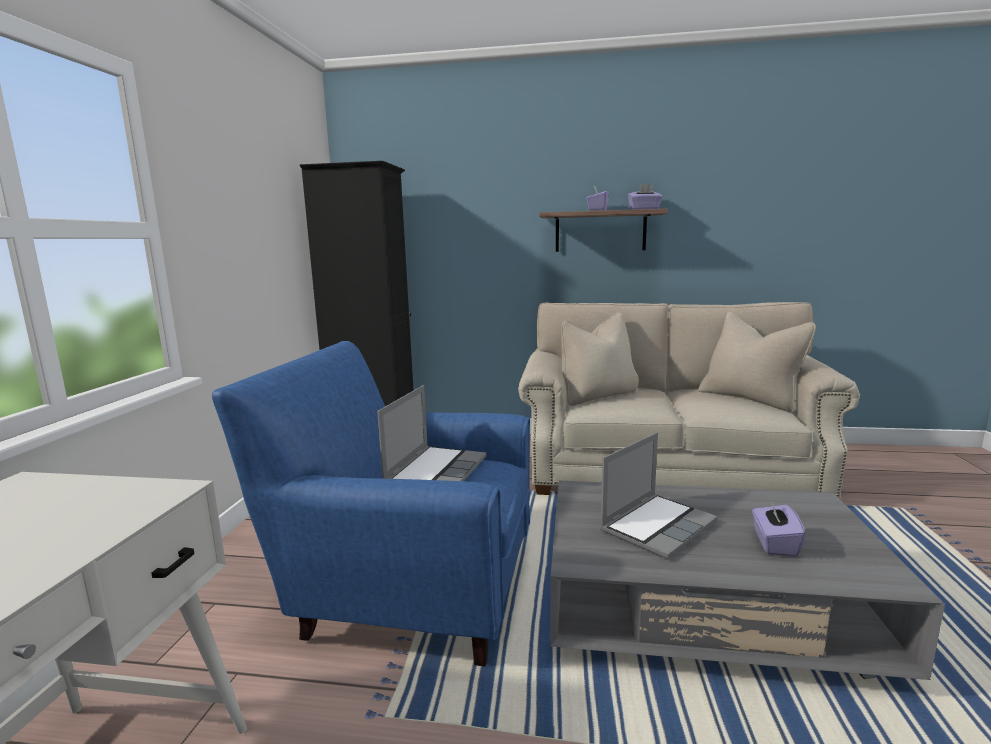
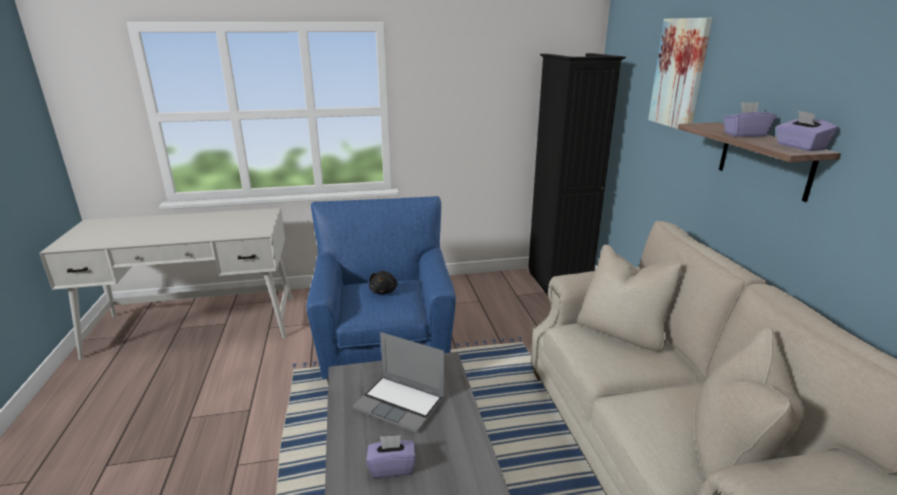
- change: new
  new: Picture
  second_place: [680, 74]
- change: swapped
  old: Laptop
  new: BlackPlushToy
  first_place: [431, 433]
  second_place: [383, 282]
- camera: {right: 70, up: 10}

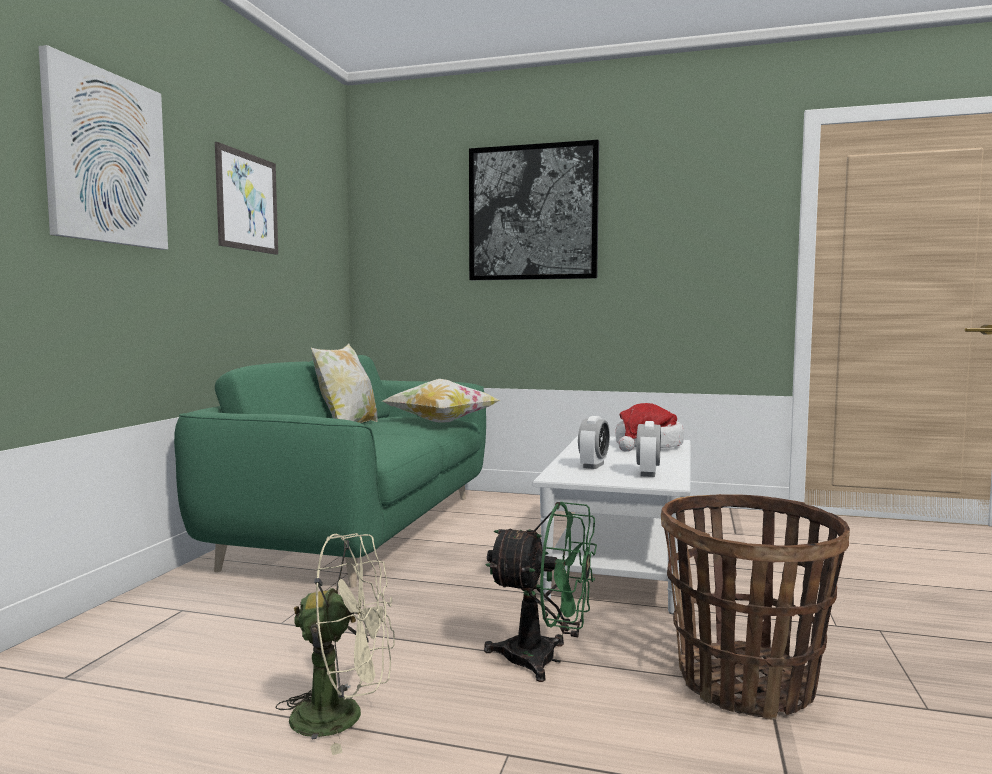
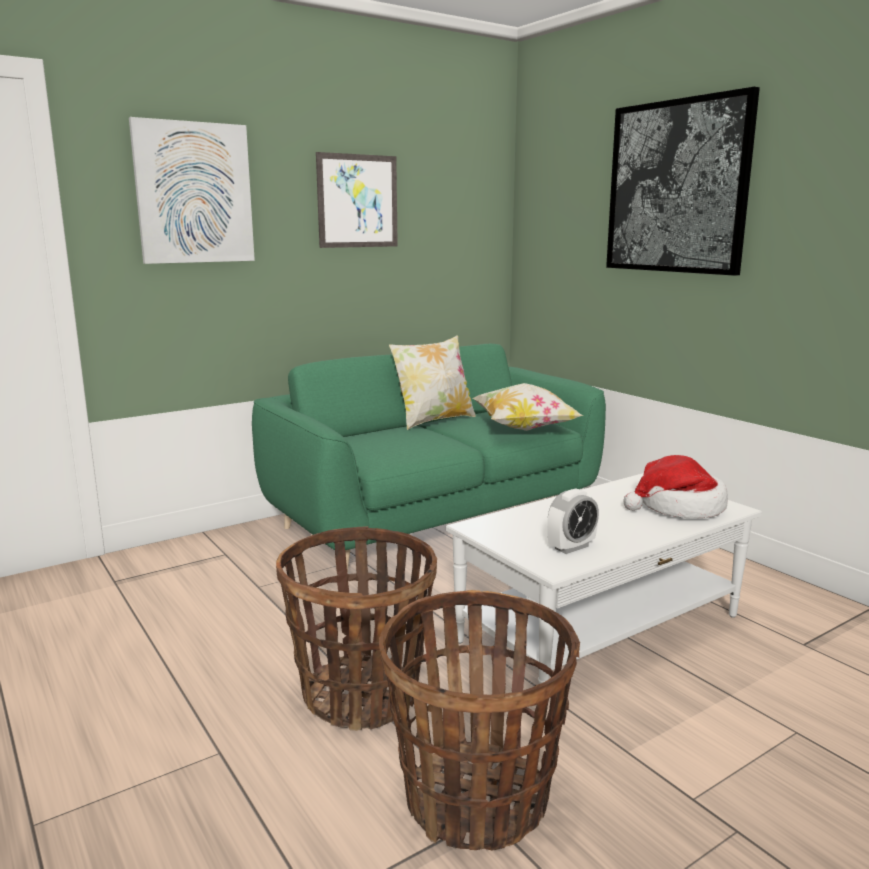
- change: gone
  old: BeigeFan
  first_place: [335, 644]
- change: gone
  old: AlarmClock
  first_place: [594, 442]
- change: swapped
  old: GreenFan
  new: Basket
  first_place: [540, 592]
  second_place: [356, 628]
- camera: {right: 40, up: 10}

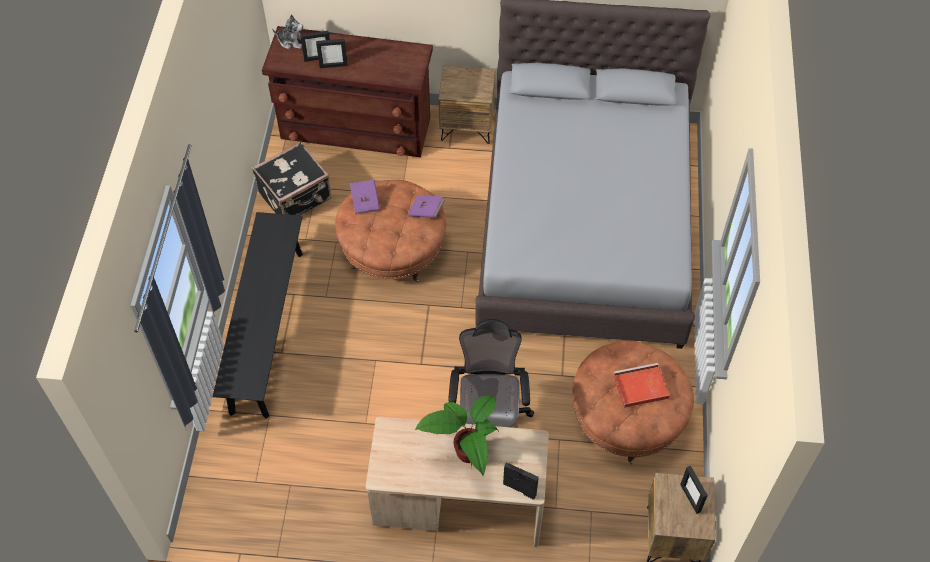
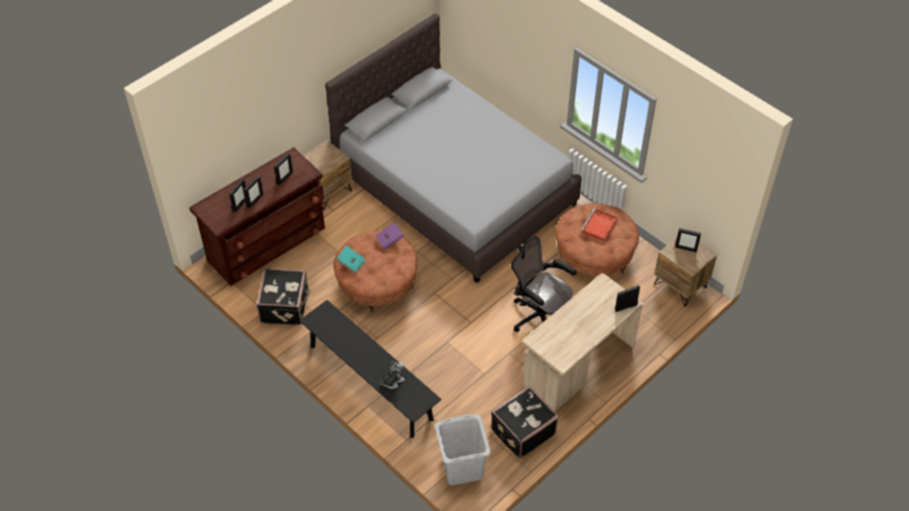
- change: gone
  old: PottedPlant
  first_place: [457, 435]
- change: new
  new: PictureFrame
  second_place: [283, 169]
- change: new
  new: GreyLaundryBasket
  second_place: [463, 449]
- change: new
  new: BlackSuitcase
  second_place: [525, 422]
- change: shifted
  old: PlushToy
  first_place: [287, 32]
  second_place: [392, 375]
- change: repainted
  old: PurpleBook
  new: TurquoiseBook
  first_place: [365, 197]
  second_place: [351, 259]
- camera: {right: -50, up: -5}

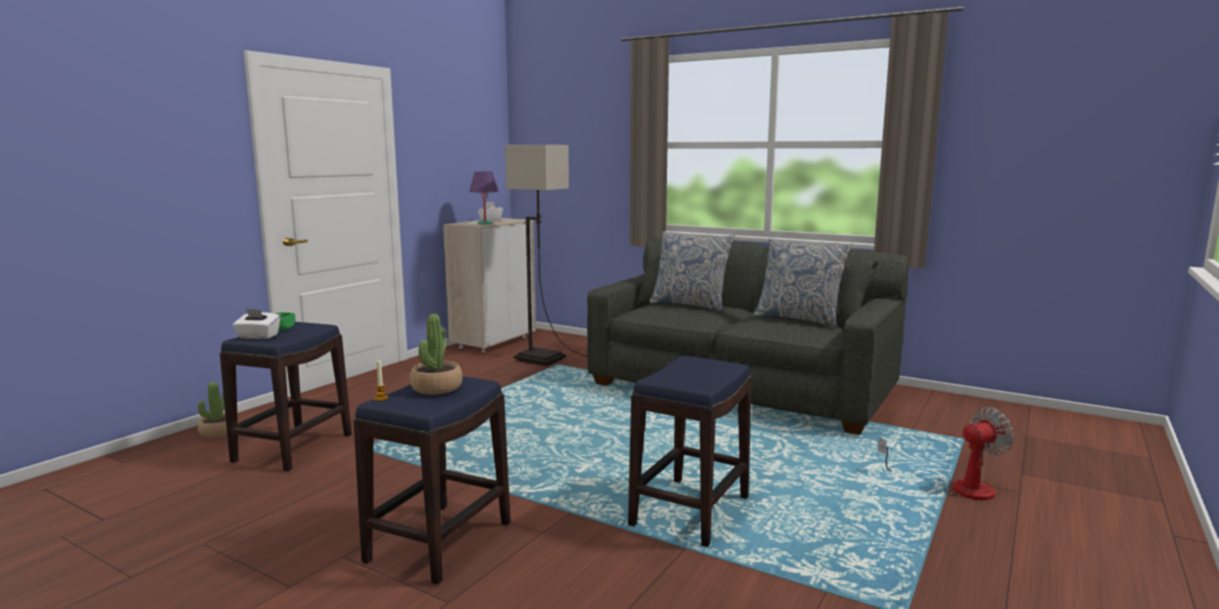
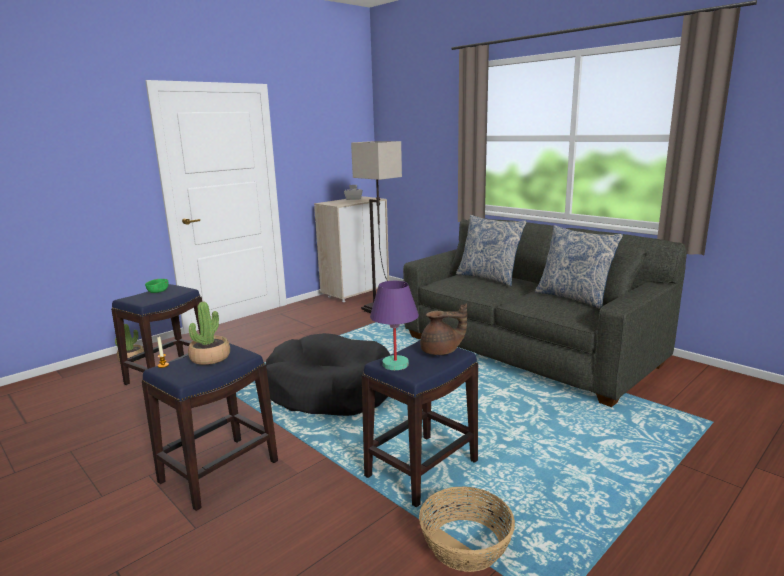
- change: gone
  old: WhiteTissueBox
  first_place: [256, 323]
- change: gone
  old: Fan
  first_place: [946, 453]
- change: new
  new: BlackDogBed
  second_place: [328, 374]
- change: new
  new: Basket
  second_place: [467, 529]
- change: new
  new: BrownTeapot
  second_place: [443, 329]
- change: shifted
  old: PurpleTableLamp
  first_place: [484, 198]
  second_place: [394, 325]
- camera: {right: 15, up: 5}

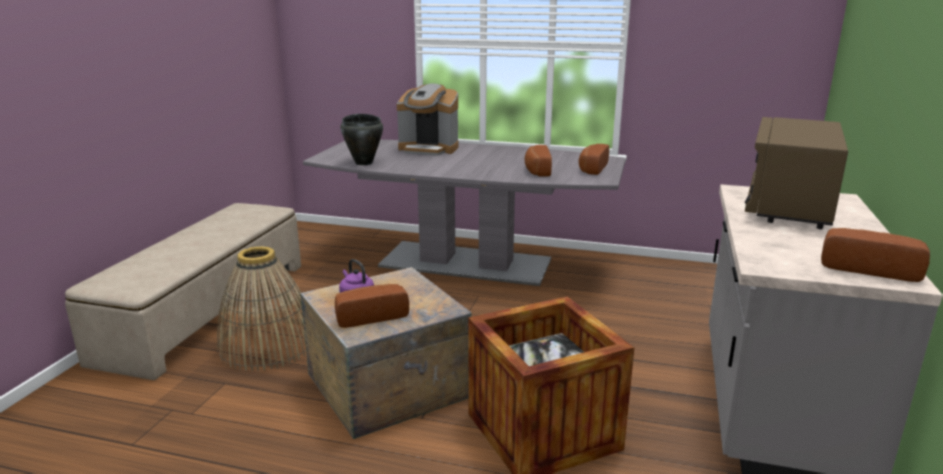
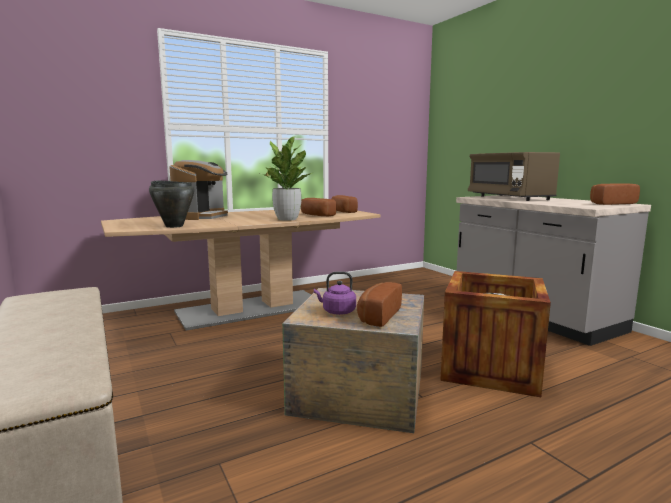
- change: gone
  old: Basket
  first_place: [261, 308]
- change: new
  new: PottedPlant
  second_place: [286, 179]
- change: repainted
  old: GreyDiningTable
  new: BrownDiningTable
  first_place: [464, 213]
  second_place: [240, 270]
- change: rotated
  old: CoffeeMachine
  first_place: [427, 120]
  second_place: [198, 190]
  degrees: -45
- camera: {right: -45, up: -10}

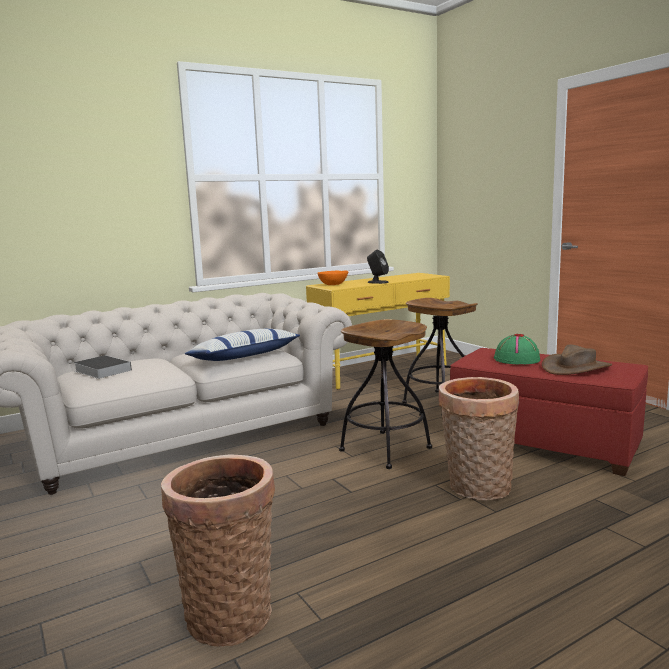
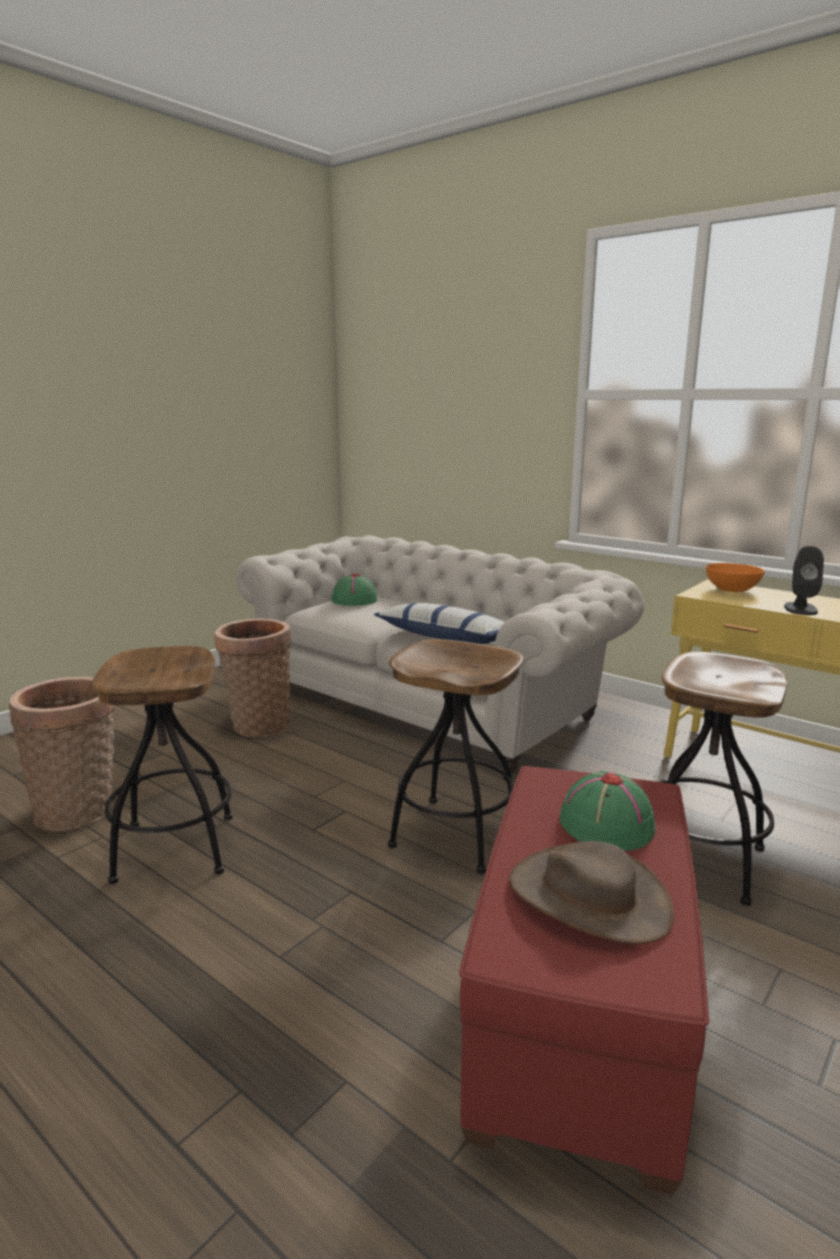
- change: new
  new: BrownStool
  second_place: [162, 765]
- change: shifted
  old: Basket
  first_place: [479, 438]
  second_place: [253, 677]
- change: swapped
  old: Book
  new: GreenHat
  first_place: [103, 367]
  second_place: [354, 590]
- camera: {right: 70, up: 5}

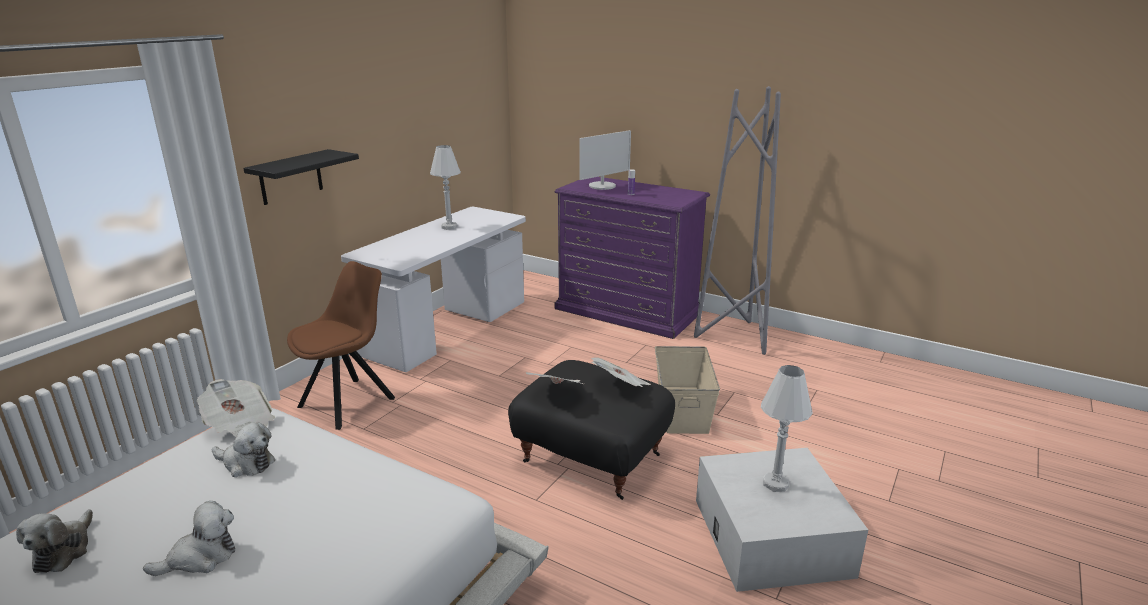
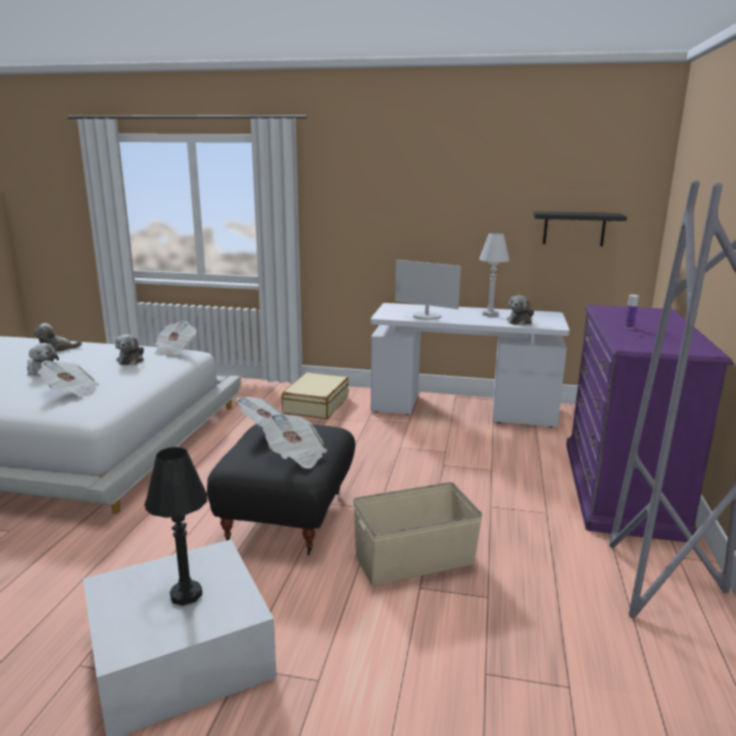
- change: new
  new: Newspaper
  second_place: [68, 379]
- change: new
  new: PlushToy
  second_place: [520, 310]
- change: shifted
  old: BlackShelf
  first_place: [301, 177]
  second_place: [580, 228]
- change: shifted
  old: Monitor
  first_place: [605, 160]
  second_place: [428, 290]
- change: swapped
  old: BrownChair
  new: BeigeSuitcase
  first_place: [341, 345]
  second_place: [315, 395]
- change: repainted
  old: WhiteTableLamp
  new: BlackTableLamp
  first_place: [787, 428]
  second_place: [175, 526]
- camera: {right: 70, up: -5}

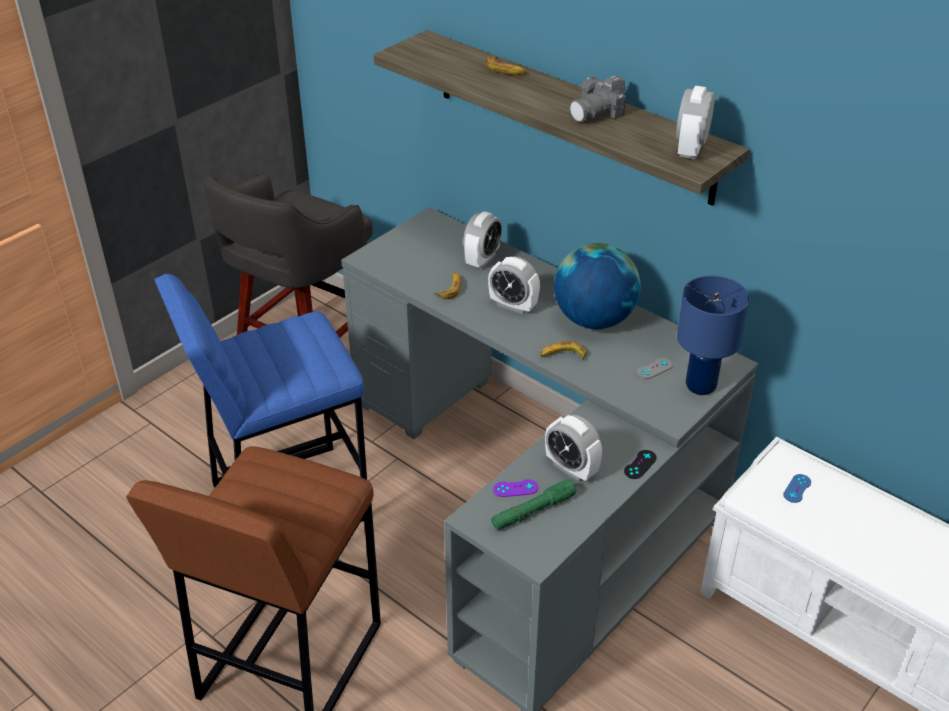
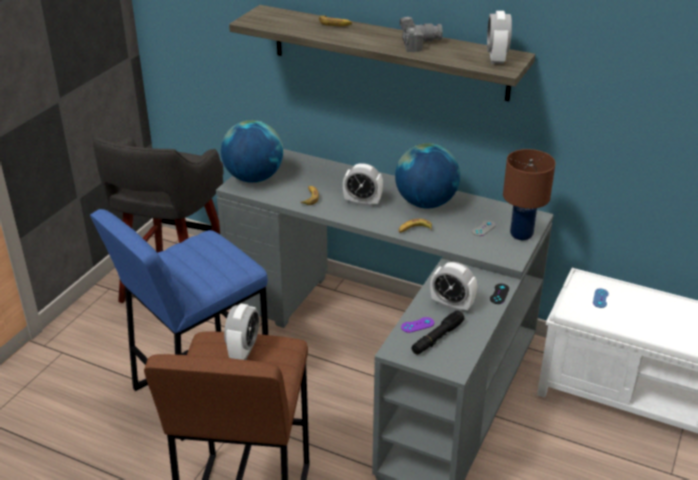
- change: new
  new: Globe
  second_place: [252, 151]
- change: shifted
  old: AlarmClock
  first_place: [482, 240]
  second_place: [241, 332]
- change: repainted
  old: GreenFlashlight
  new: BlackFlashlight
  first_place: [533, 504]
  second_place: [438, 332]
- change: repainted
  old: BlueTableLamp
  new: BrownTableLamp
  first_place: [713, 335]
  second_place: [529, 195]
- change: rotated
  old: PhotoCamera
  first_place: [598, 99]
  second_place: [421, 34]
  degrees: -135
- camera: {right: -15, up: -5}

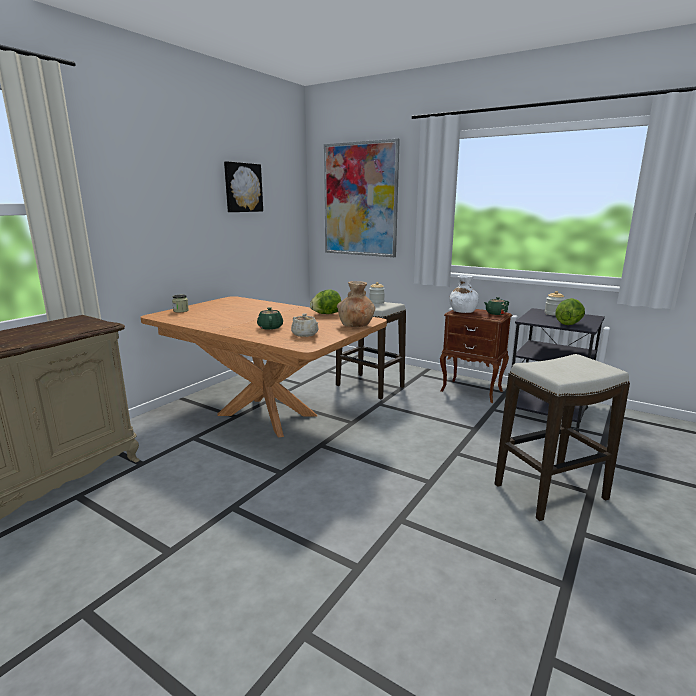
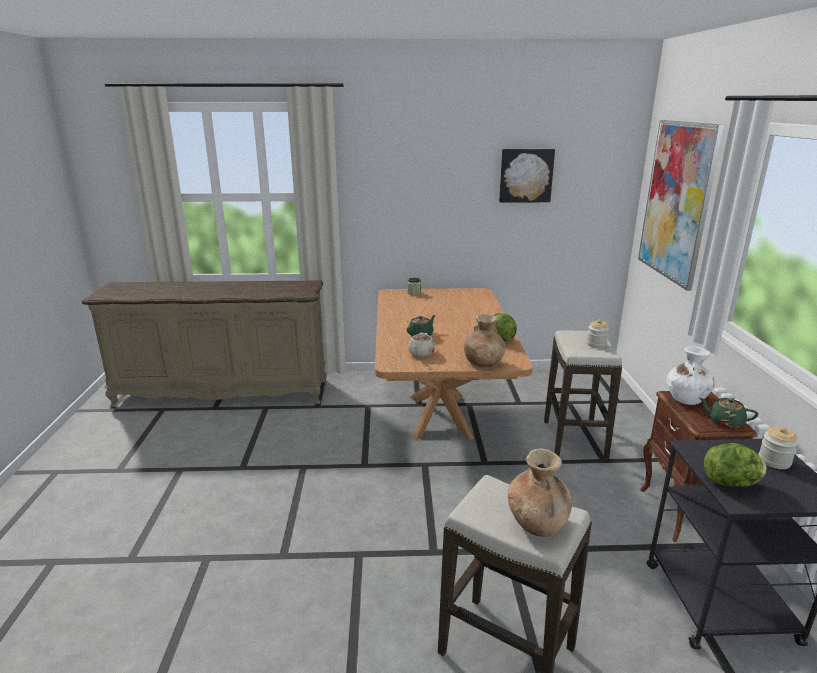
- change: new
  new: BrownVase
  second_place: [540, 493]
- camera: {right: 55, up: 5}

